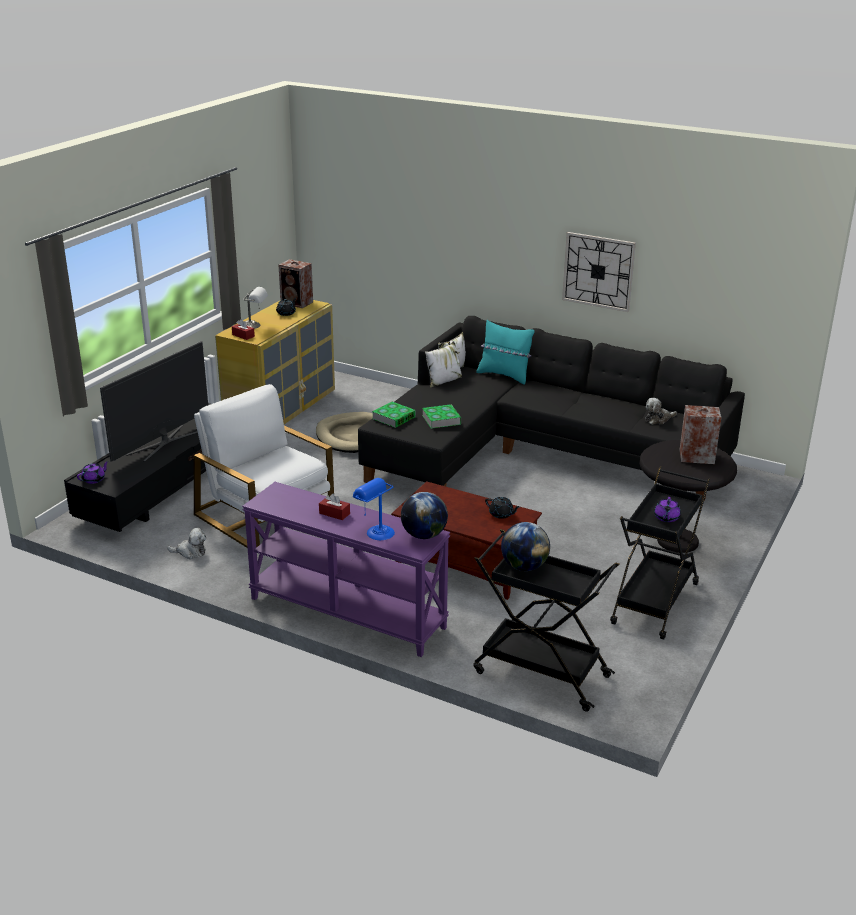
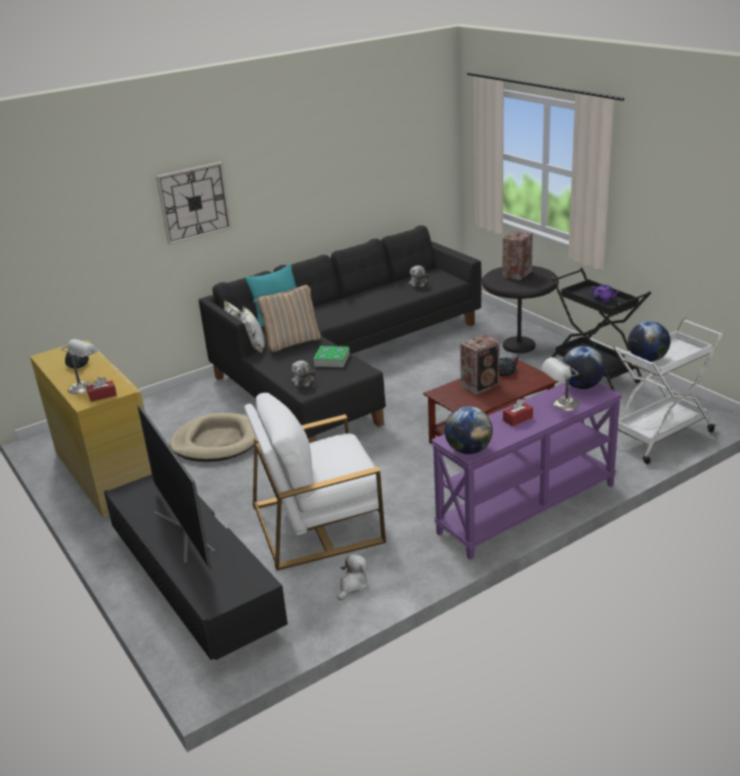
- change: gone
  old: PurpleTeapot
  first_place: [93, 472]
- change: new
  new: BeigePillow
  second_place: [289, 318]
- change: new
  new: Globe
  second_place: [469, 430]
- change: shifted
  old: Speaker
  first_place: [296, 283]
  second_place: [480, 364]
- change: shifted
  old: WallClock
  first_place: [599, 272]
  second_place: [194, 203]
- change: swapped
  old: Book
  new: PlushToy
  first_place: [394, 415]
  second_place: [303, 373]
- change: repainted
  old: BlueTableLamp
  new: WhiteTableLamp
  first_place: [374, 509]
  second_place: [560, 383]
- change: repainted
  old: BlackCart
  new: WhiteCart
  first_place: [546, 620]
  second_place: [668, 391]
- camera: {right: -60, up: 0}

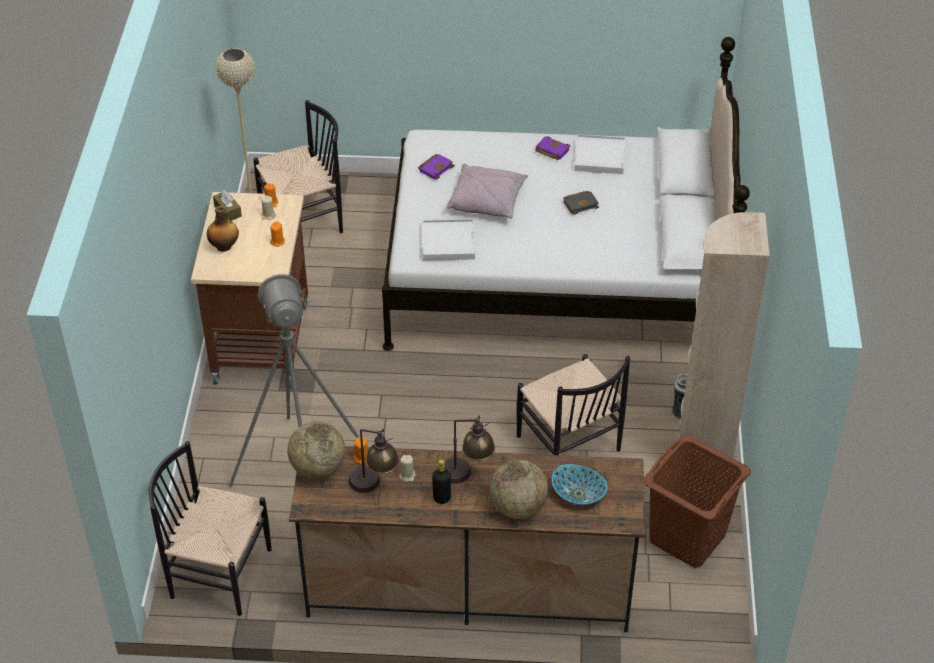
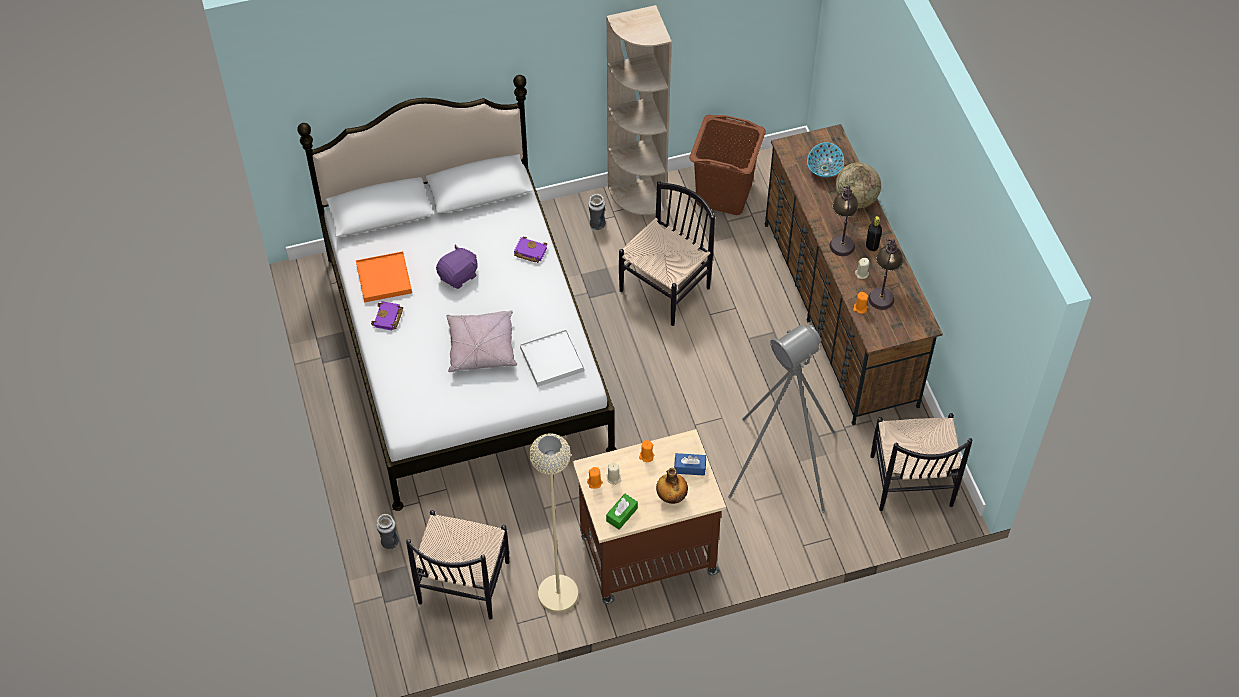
- change: gone
  old: Globe
  first_place: [316, 450]
- change: new
  new: Vase
  second_place: [387, 531]
- change: new
  new: BlueTissueBox
  second_place: [690, 464]
- change: shifted
  old: PurpleBook
  first_place: [436, 167]
  second_place: [530, 249]
- change: swapped
  old: BlackBook
  new: PurplePlushToy
  first_place: [581, 203]
  second_place: [457, 267]
- change: repainted
  old: BrownTissueBox
  new: GreenTissueBox
  first_place: [227, 205]
  second_place: [622, 512]
- change: repainted
  old: WhiteTray
  new: OrangeTray
  first_place: [600, 154]
  second_place: [384, 277]
- change: rotated
  old: BlackChair
  first_place: [298, 166]
  second_place: [457, 565]
  degrees: -120
- camera: {right: -110, up: 10}

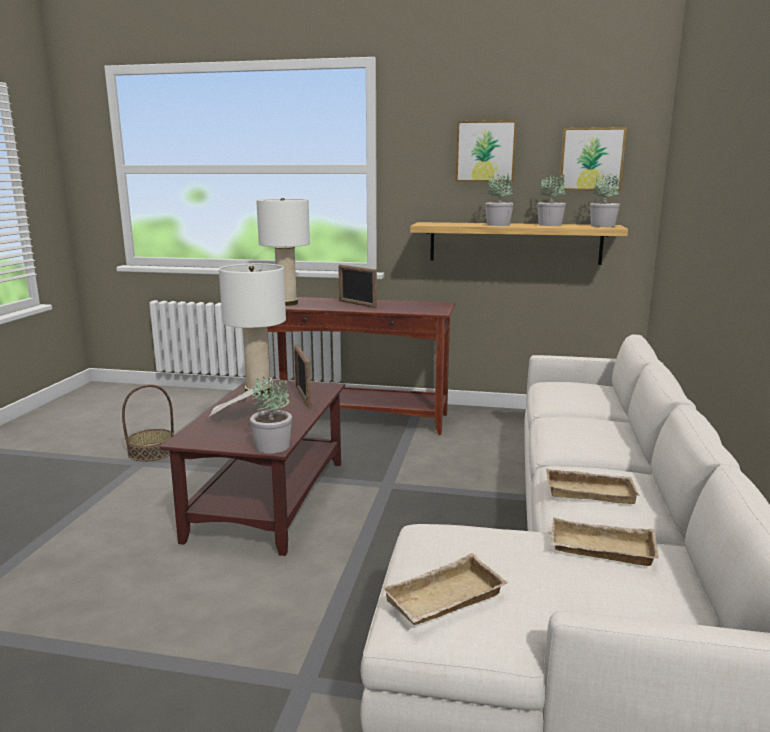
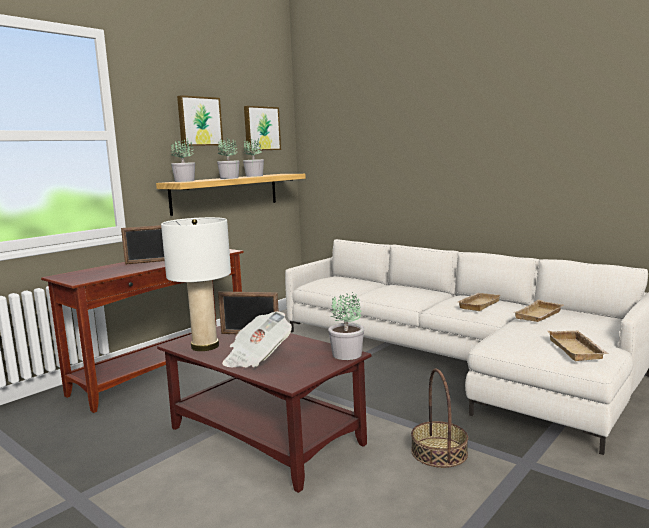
- change: gone
  old: WhiteTableLamp
  first_place: [283, 252]
- change: shifted
  old: Basket
  first_place: [148, 422]
  second_place: [439, 418]
- change: shifted
  old: PottedPlant
  first_place: [605, 200]
  second_place: [183, 160]
- camera: {right: -60, up: -5}

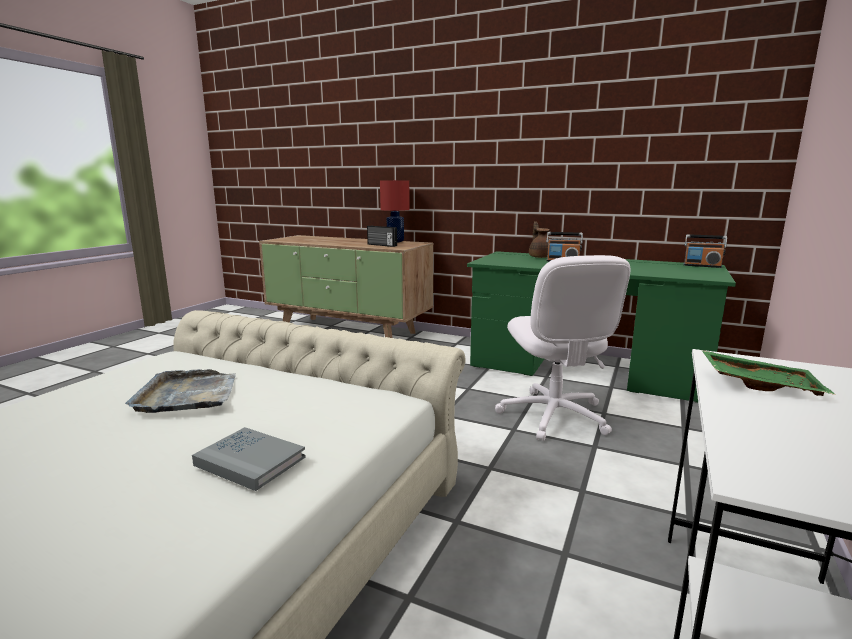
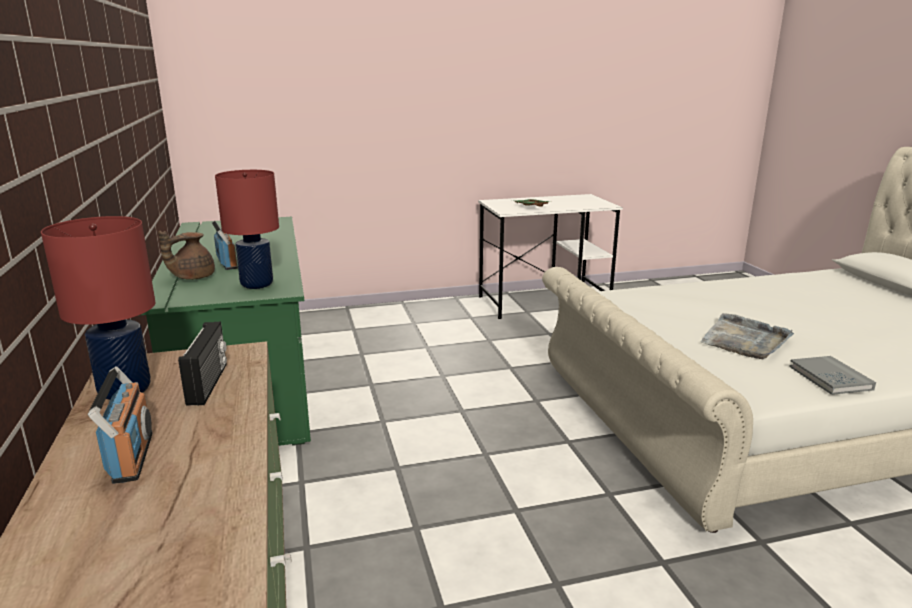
- change: gone
  old: WhiteOfficeChair
  first_place: [562, 348]
- change: new
  new: RedTableLamp
  second_place: [247, 229]
- change: shifted
  old: GreyBook
  first_place: [249, 459]
  second_place: [832, 375]
- change: shifted
  old: Radio
  first_place: [705, 251]
  second_place: [120, 425]
- camera: {right: -130, up: 5}

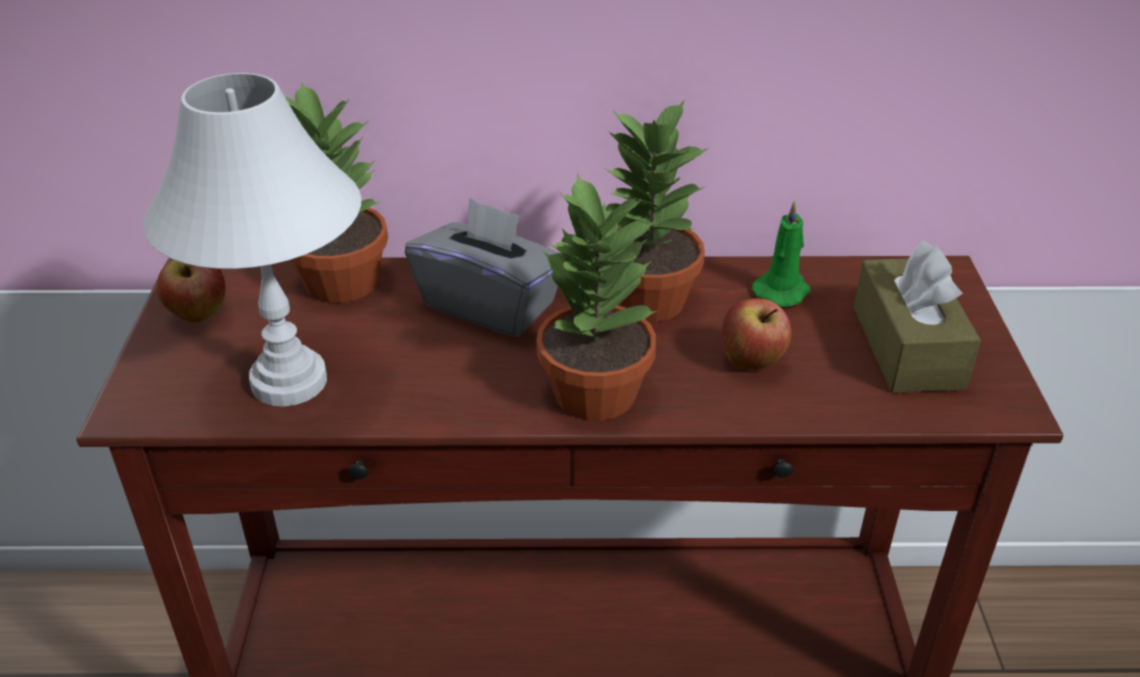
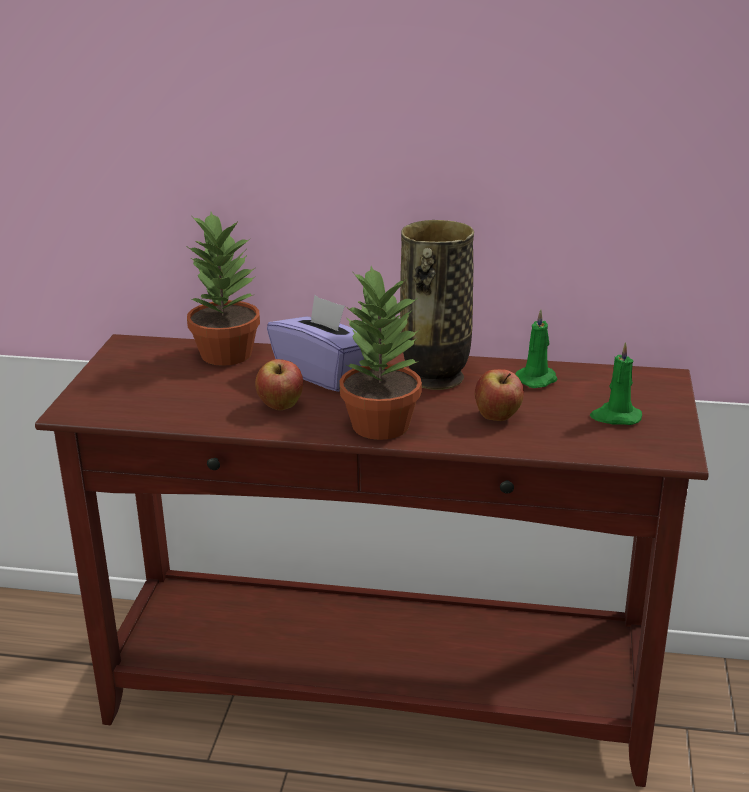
- change: gone
  old: WhiteTableLamp
  first_place: [252, 240]
- change: shifted
  old: Apple
  first_place: [191, 291]
  second_place: [279, 384]
- change: swapped
  old: PottedPlant
  new: Vase
  first_place: [657, 210]
  second_place: [437, 305]
- change: swapped
  old: BrownTissueBox
  new: GreenCandle
  first_place: [917, 317]
  second_place: [616, 383]
- change: repainted
  old: GreyTissueBox
  new: PurpleTissueBox
  first_place: [481, 267]
  second_place: [316, 343]
- camera: {right: 10, up: -10}

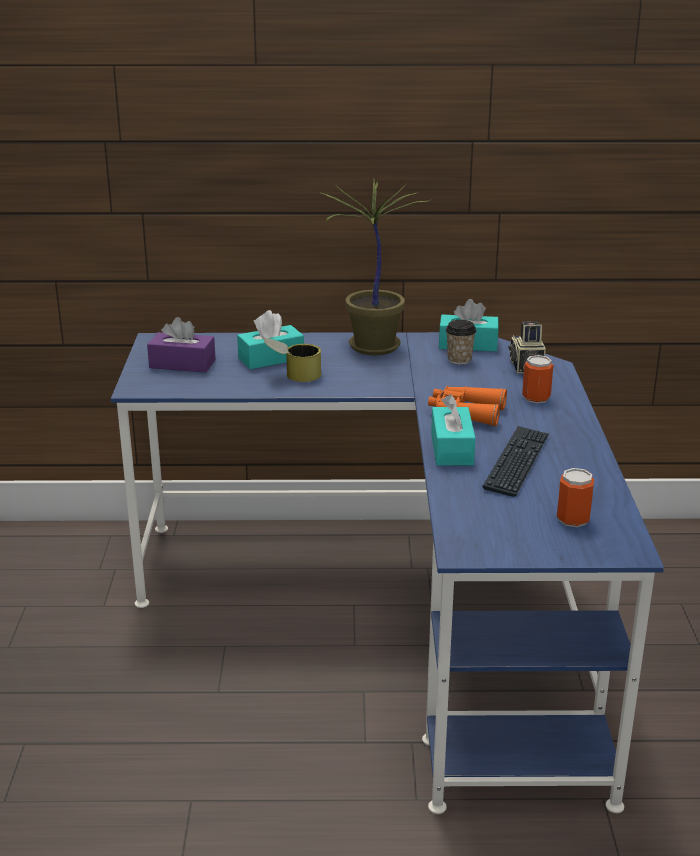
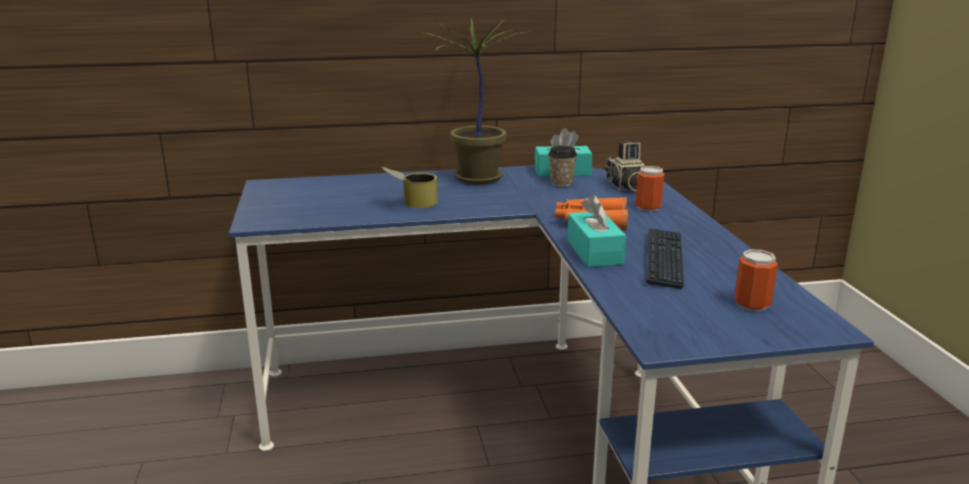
- change: gone
  old: PurpleTissueBox
  first_place: [181, 345]
- change: gone
  old: TurquoiseTissueBox
  first_place: [270, 339]
- camera: {right: -10, up: -5}

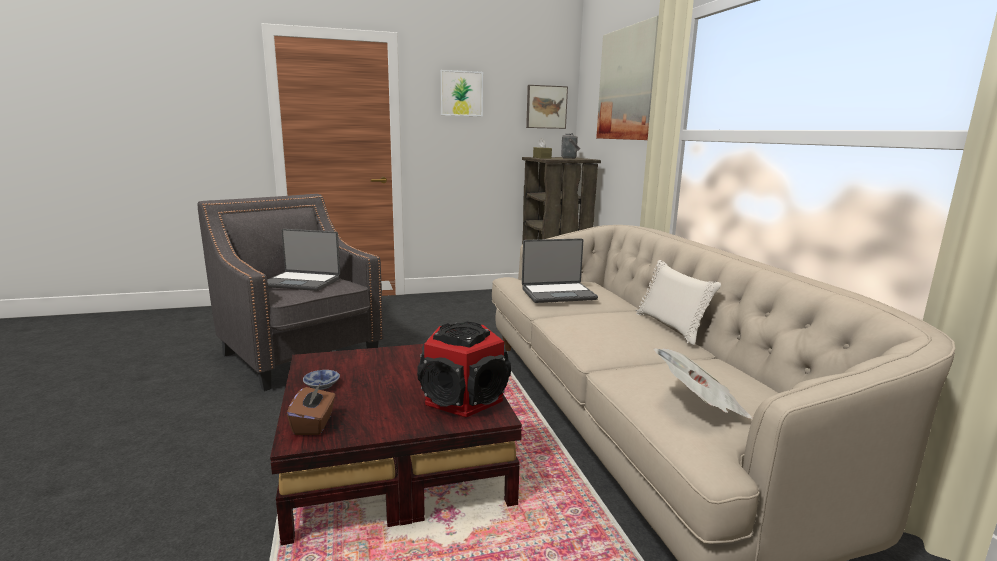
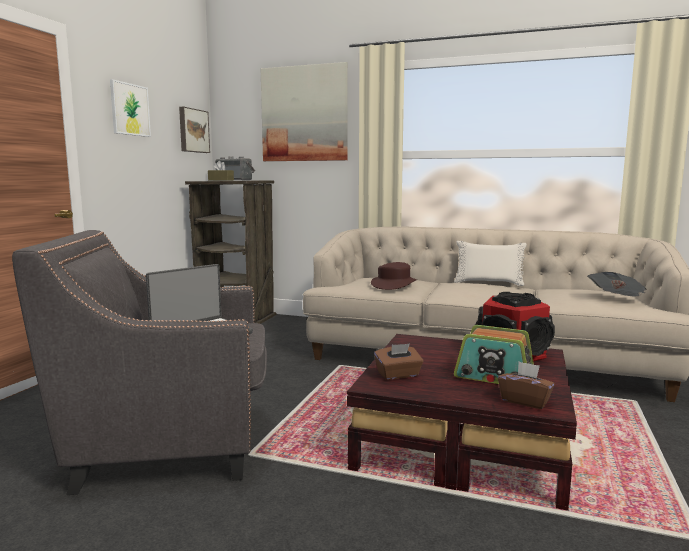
- change: gone
  old: Bowl
  first_place: [321, 380]
- change: new
  new: BrownTissueBox
  second_place: [398, 362]
- change: new
  new: Radio
  second_place: [494, 354]
- change: swapped
  old: Laptop
  new: BrownHat
  first_place: [560, 270]
  second_place: [394, 276]
- camera: {right: -55, up: -5}

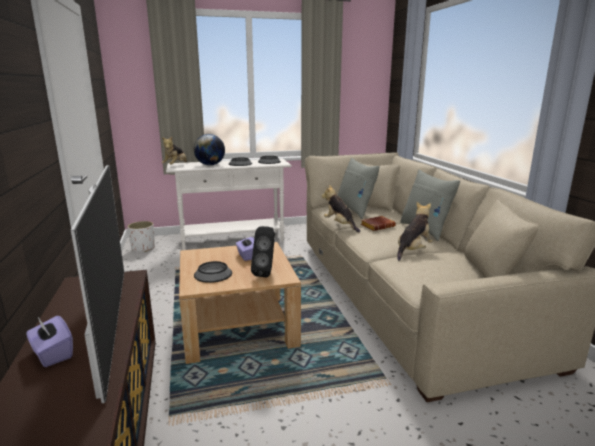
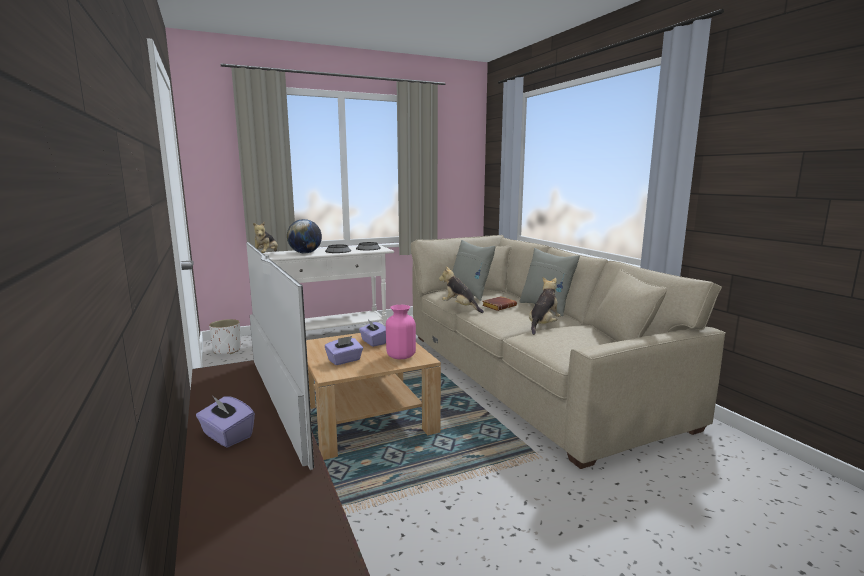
- change: swapped
  old: Bowl
  new: PurpleTissueBox
  first_place: [213, 272]
  second_place: [344, 350]
- change: swapped
  old: BlackSpeaker
  new: PinkVase
  first_place: [263, 252]
  second_place: [401, 332]
- camera: {right: -10, up: -5}

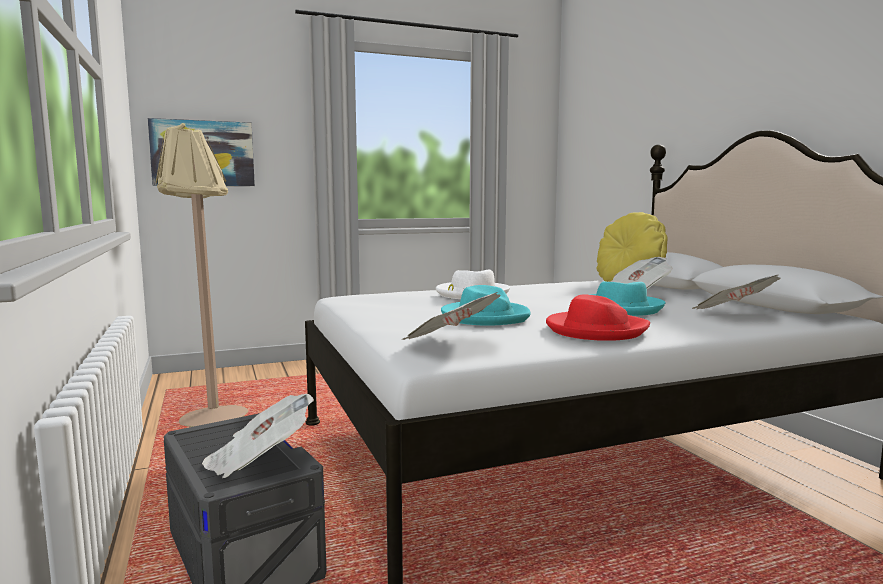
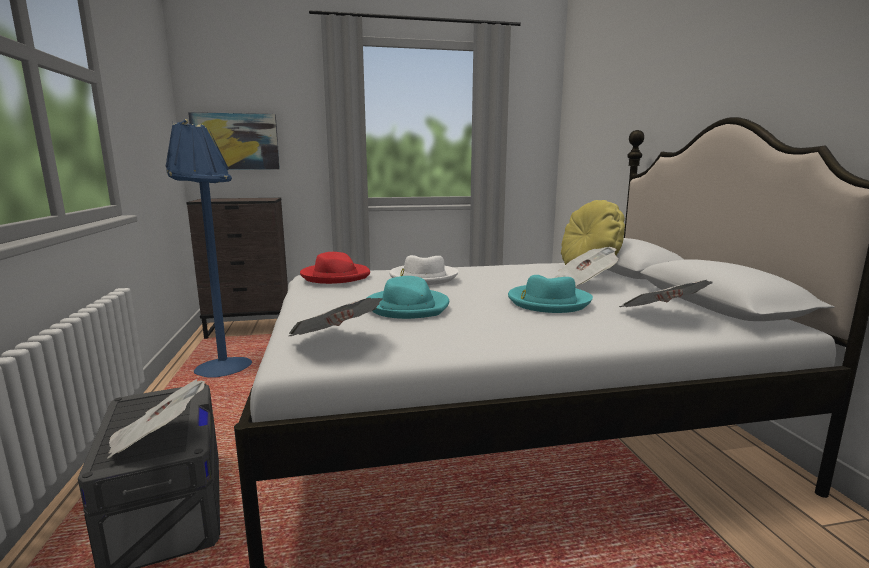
- change: new
  new: BrownDresser
  second_place: [237, 268]
- change: shifted
  old: RedHat
  first_place: [598, 317]
  second_place: [335, 268]
- change: repainted
  old: BeigeFloorLamp
  new: BlueFloorLamp
  first_place: [202, 275]
  second_place: [209, 248]
- camera: {right: 10, up: 5}

